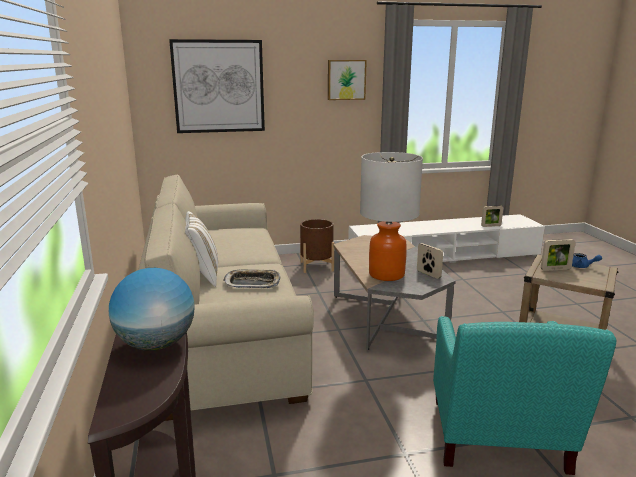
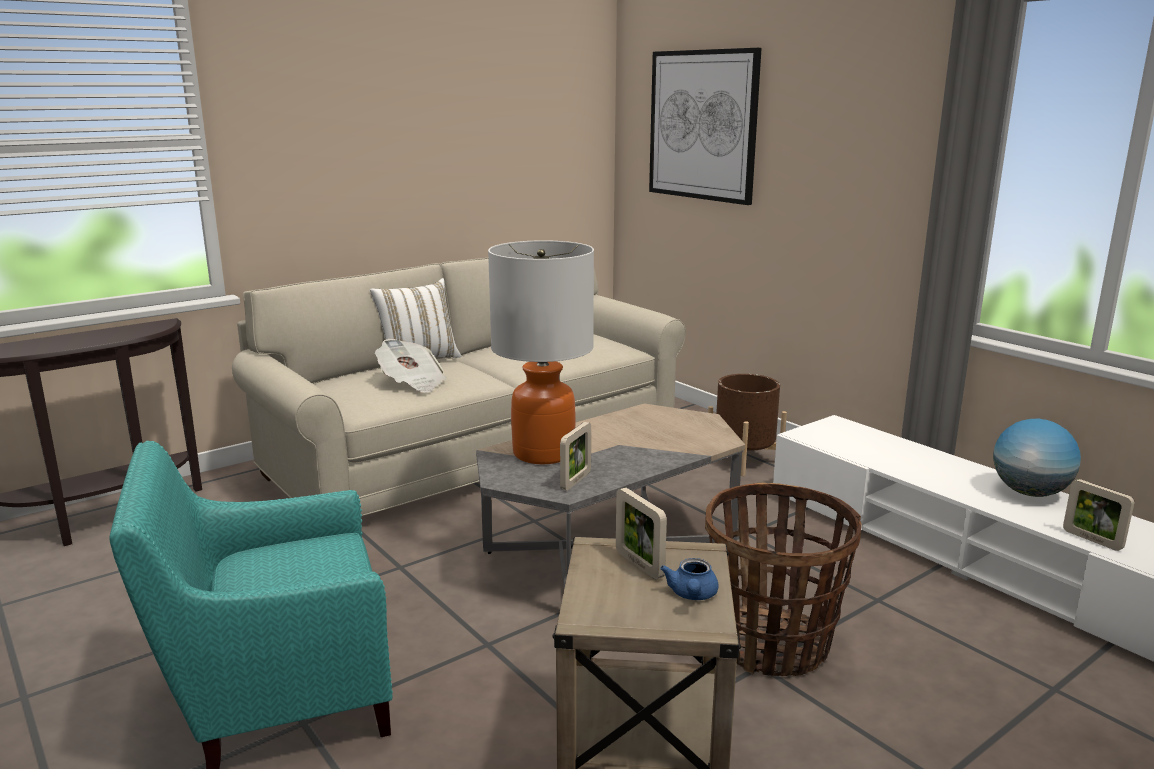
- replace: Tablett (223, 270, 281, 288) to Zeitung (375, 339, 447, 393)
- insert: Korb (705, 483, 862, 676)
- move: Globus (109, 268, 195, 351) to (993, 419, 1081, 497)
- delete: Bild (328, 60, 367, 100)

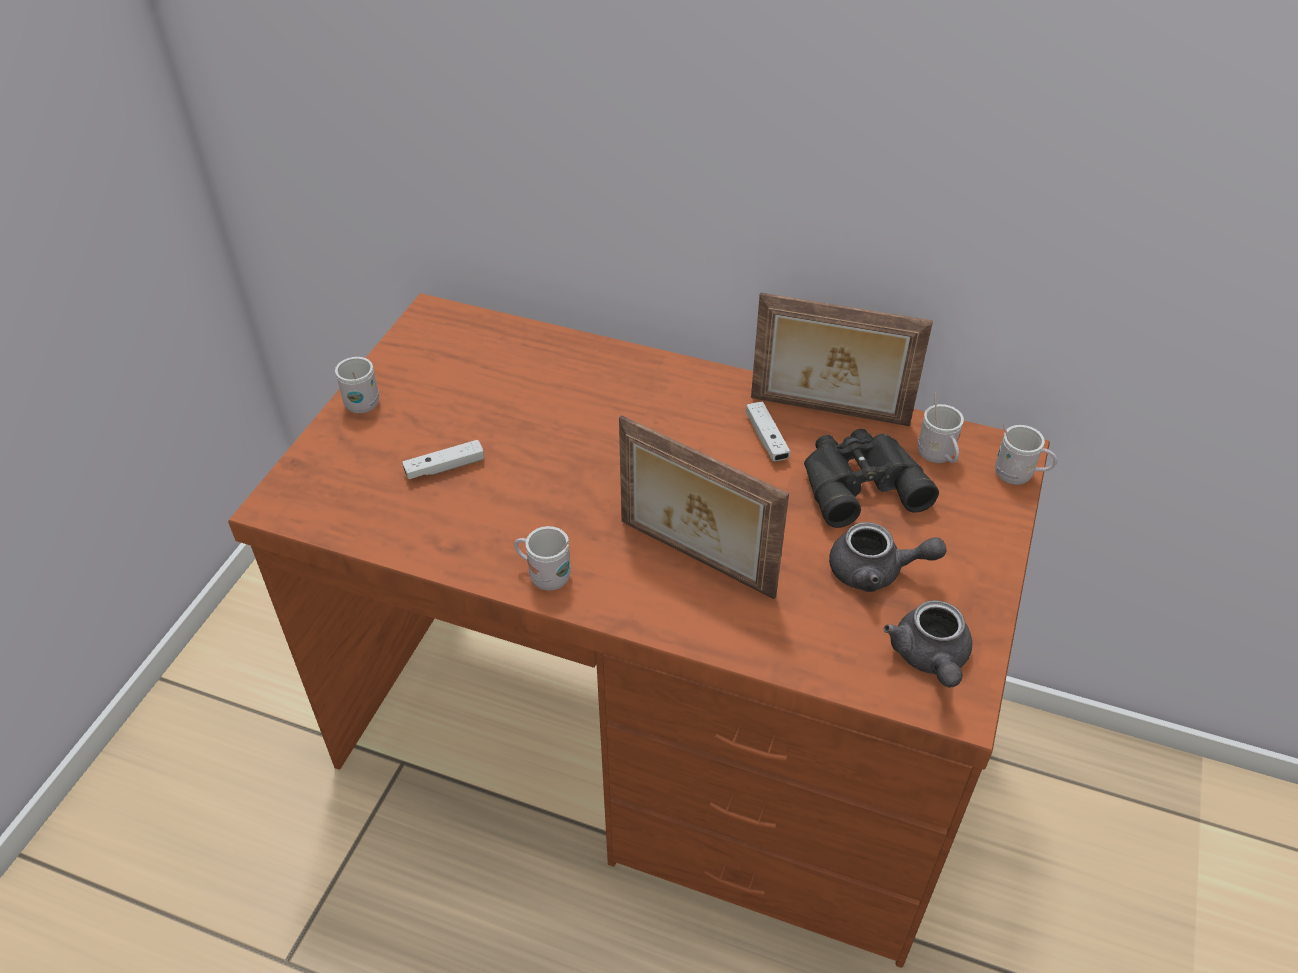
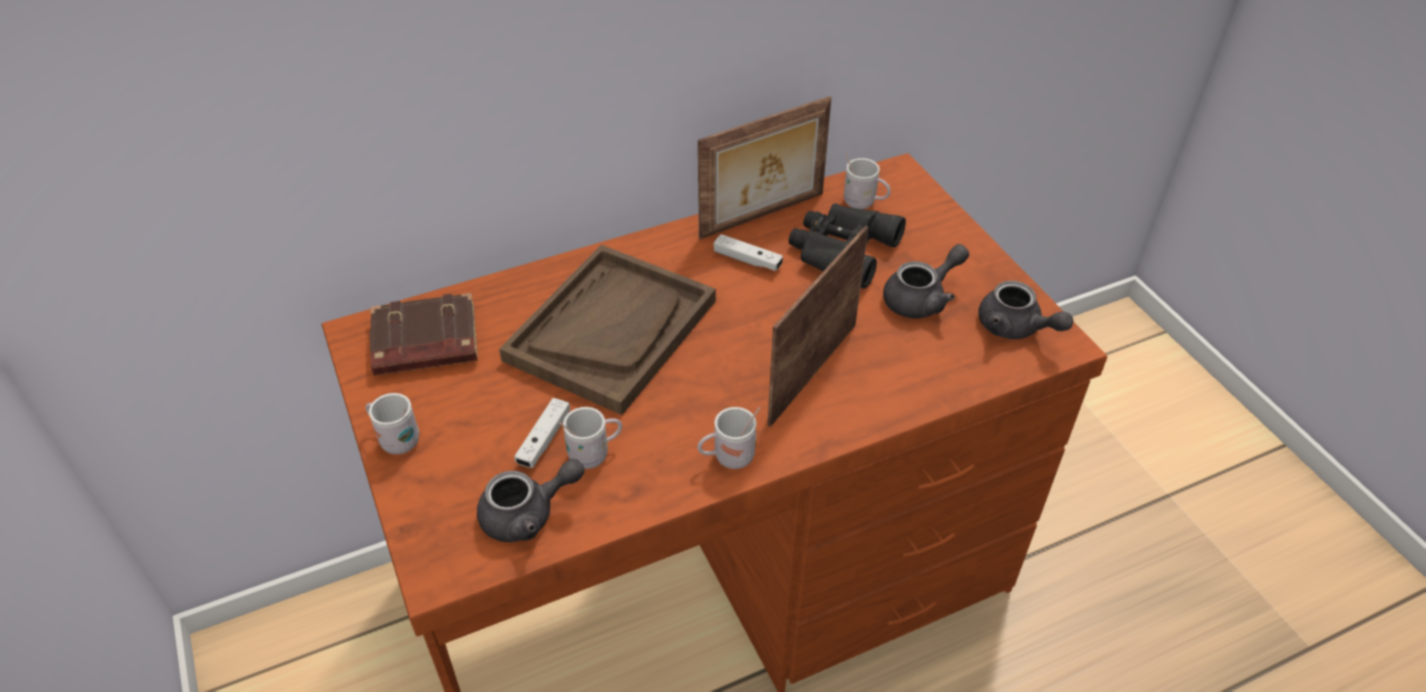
- insert: Buch [braun] (369, 293, 478, 375)
- insert: Teekanne [grau] (477, 459, 584, 542)
- insert: Tablett [braun] (499, 245, 716, 415)
- move: Henkelbecher [weiß] (995, 423, 1058, 485) to (559, 407, 622, 469)
- rotate: Bilderrahmen (619, 415, 789, 599) = (767, 226, 868, 427) 135 degrees clockwise

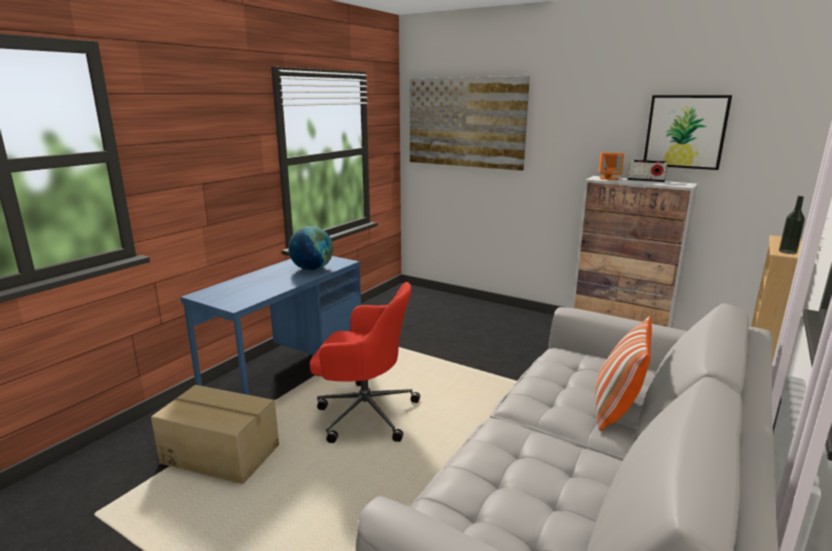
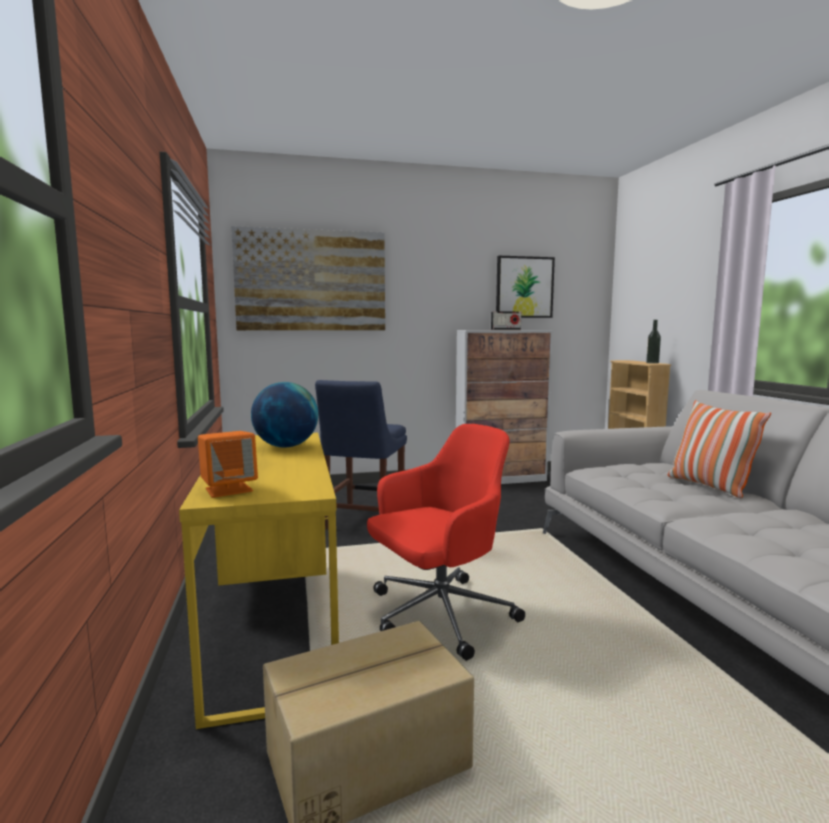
- recolor: Schreibtisch [blau] (180, 256, 361, 395) to Schreibtisch [gelb] (179, 433, 339, 729)
- move: Lautsprecher [orange] (599, 153, 624, 180) to (198, 431, 258, 498)
- insert: Stuhl [blau] (315, 380, 407, 529)

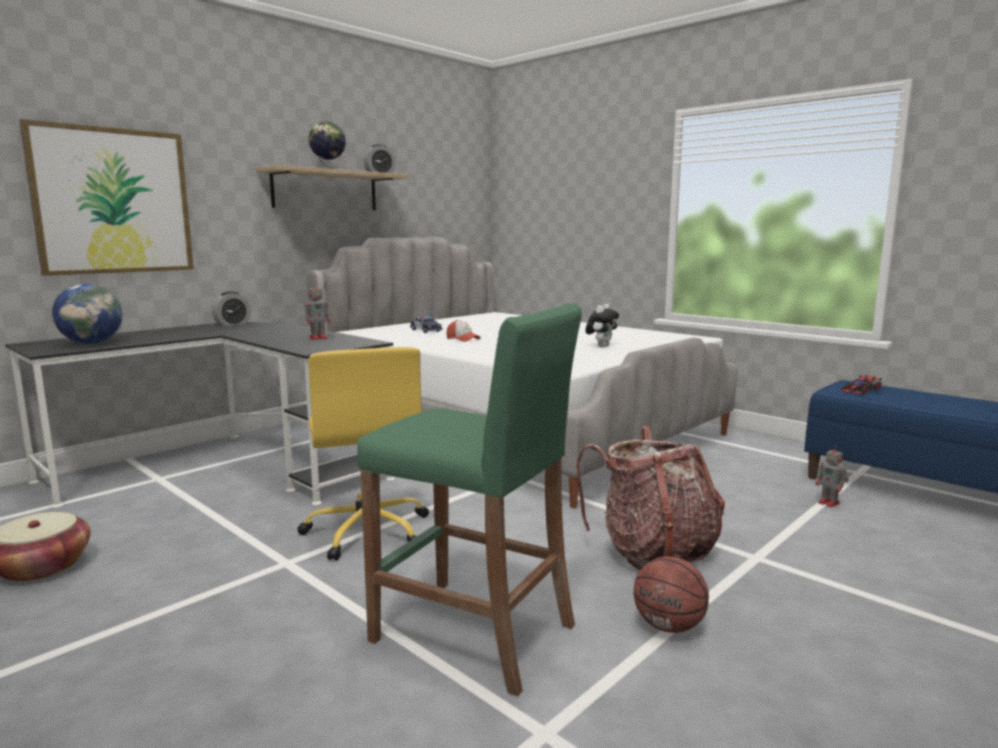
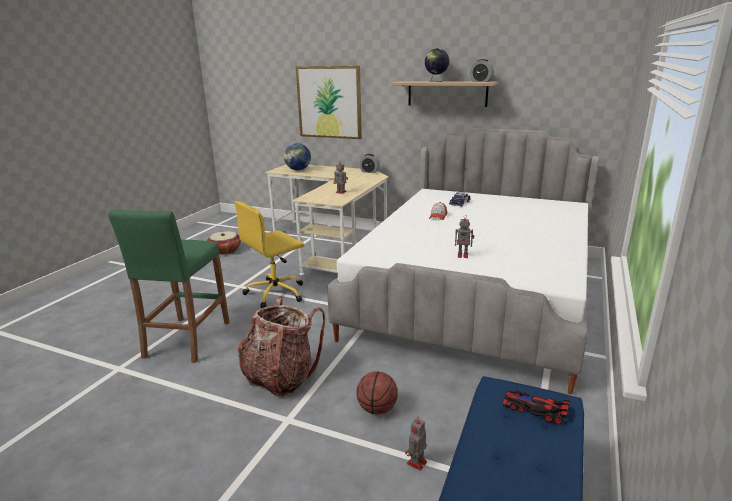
- recolor: Schreibtisch [schwarz] (5, 322, 395, 508) to Schreibtisch [beige] (266, 165, 388, 275)
- move: Basketball (634, 556, 709, 633) to (357, 371, 398, 415)
- replace: Plüschtier (585, 304, 619, 347) to Spielzeugroboter (455, 215, 474, 258)

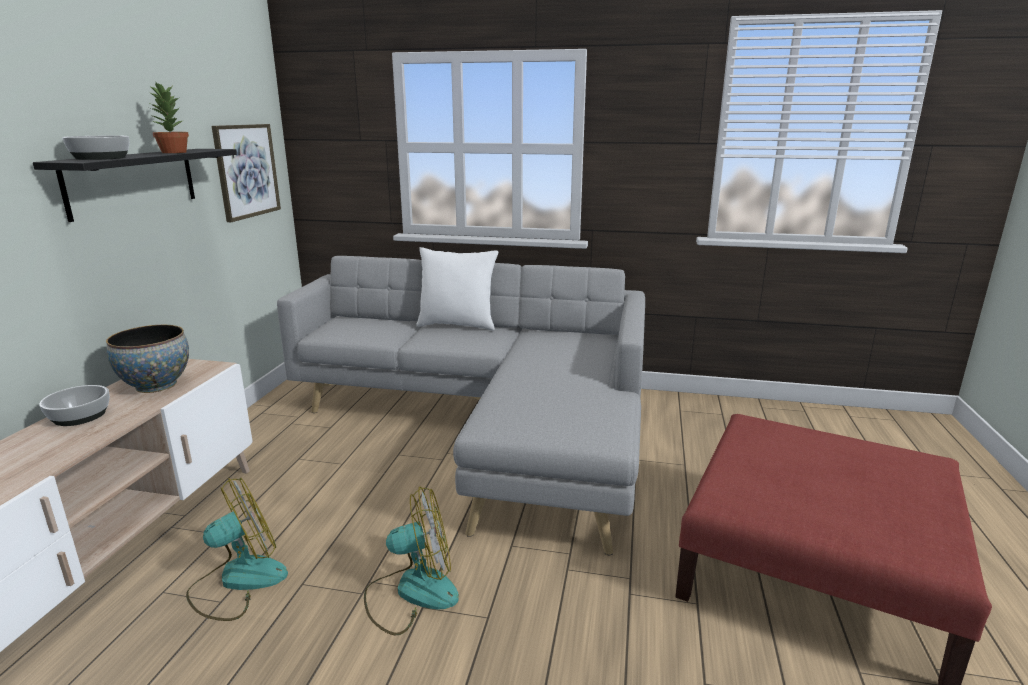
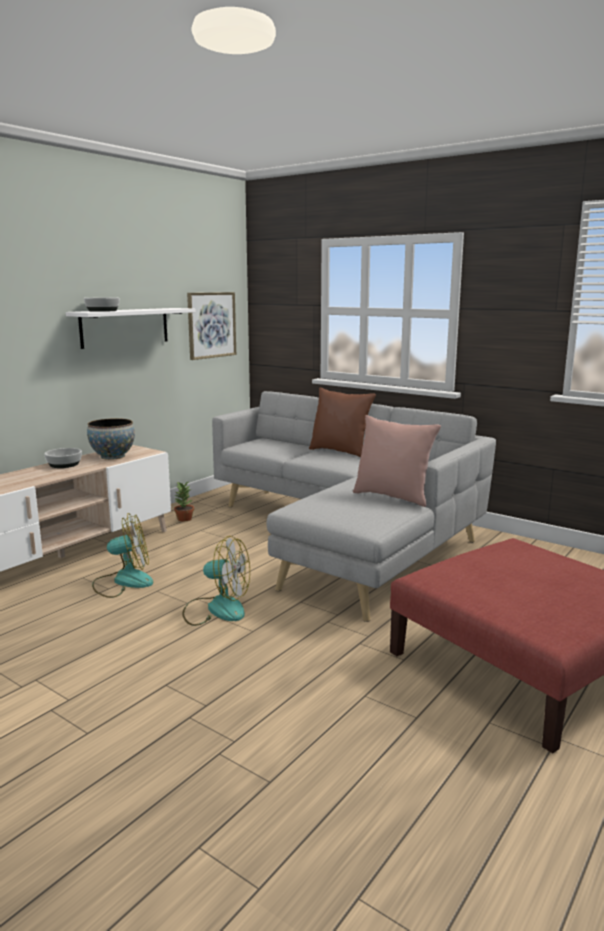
- recolor: Wandregal [schwarz] (33, 149, 237, 222) to Wandregal [weiß] (66, 308, 195, 349)
- move: Topfpflanze (149, 81, 189, 153) to (174, 482, 194, 521)
- recolor: Kissen [weiß] (416, 247, 498, 331) to Kissen [braun] (309, 388, 376, 457)
- insert: Kissen [rosa] (353, 415, 441, 507)

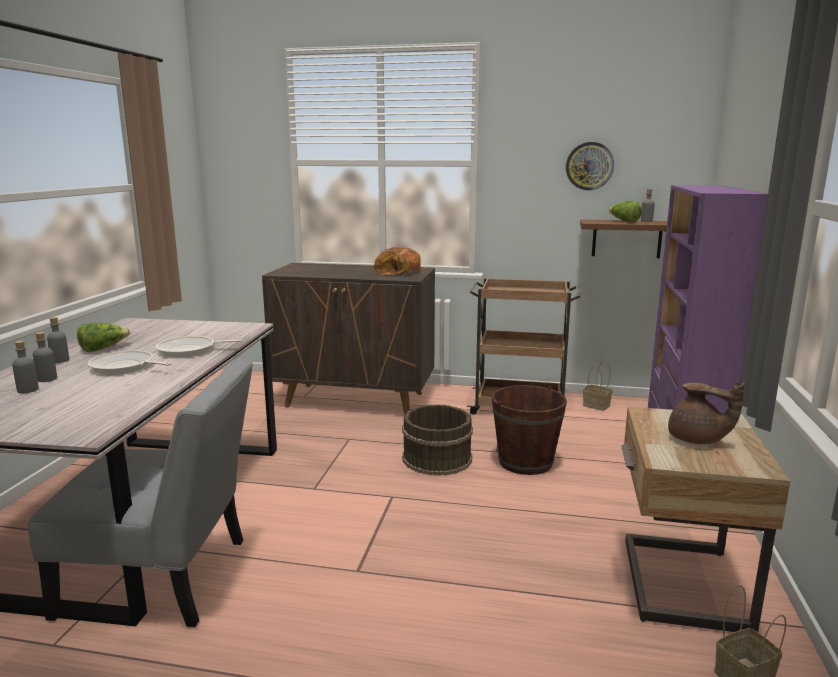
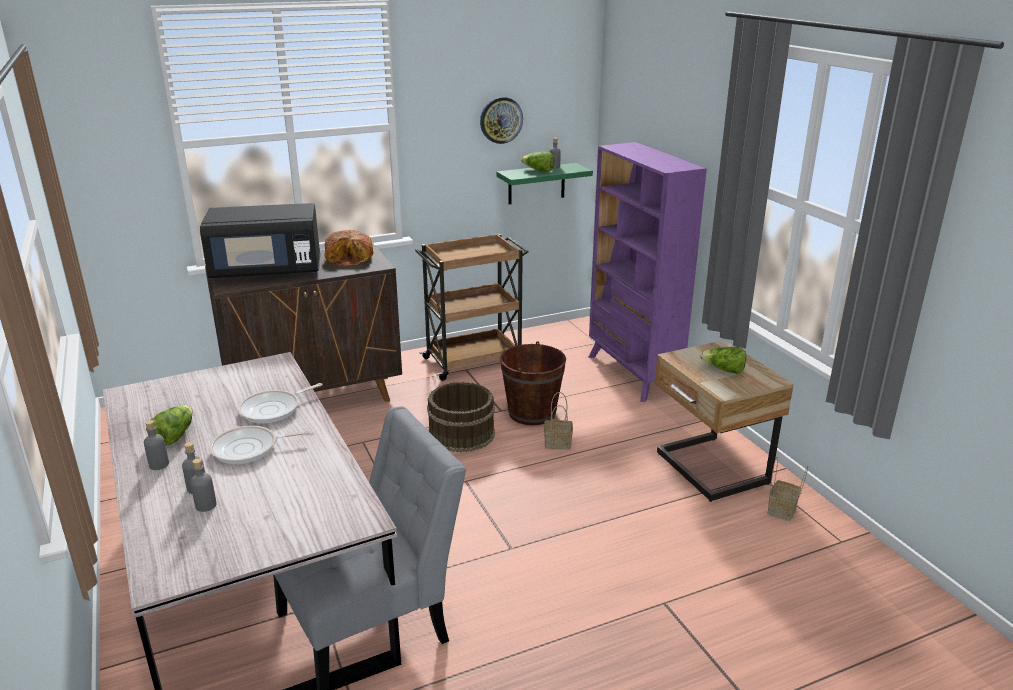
- insert: Mikrowelle [schwarz] (200, 203, 320, 278)
- recolor: Wandregal [braun] (580, 219, 667, 258) to Wandregal [grün] (497, 163, 593, 204)
- move: Korb (583, 361, 613, 411) to (544, 392, 573, 449)
- replace: Teekanne [braun] (668, 382, 745, 445) to Salatkopf (700, 347, 746, 374)

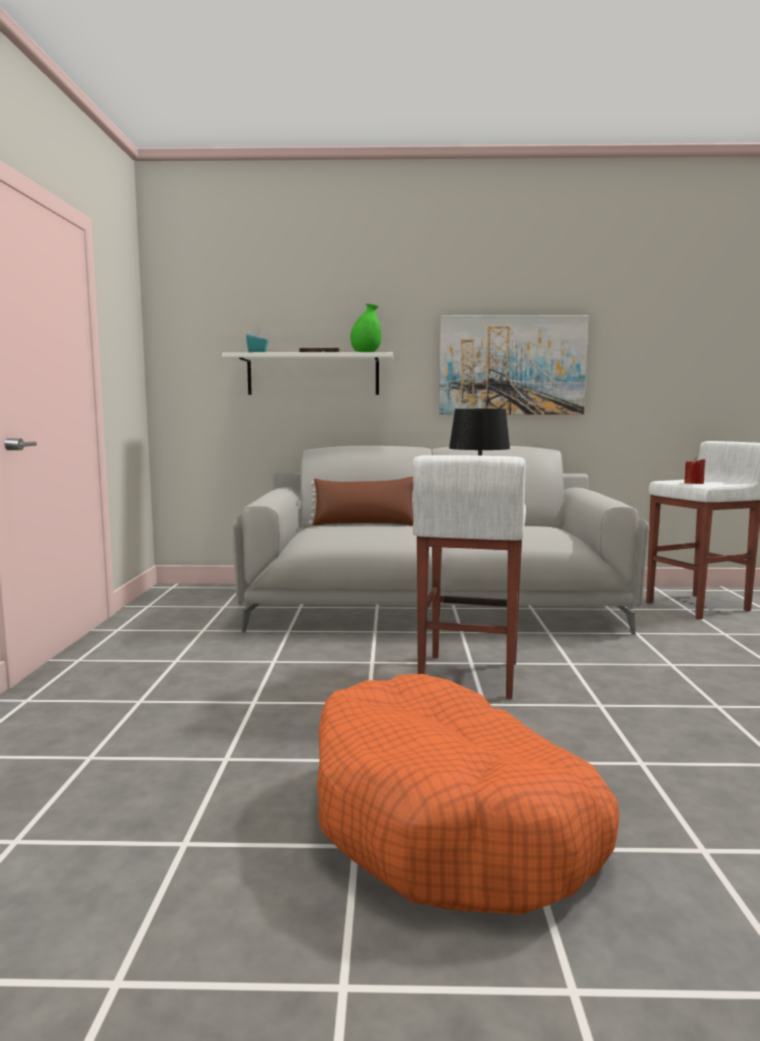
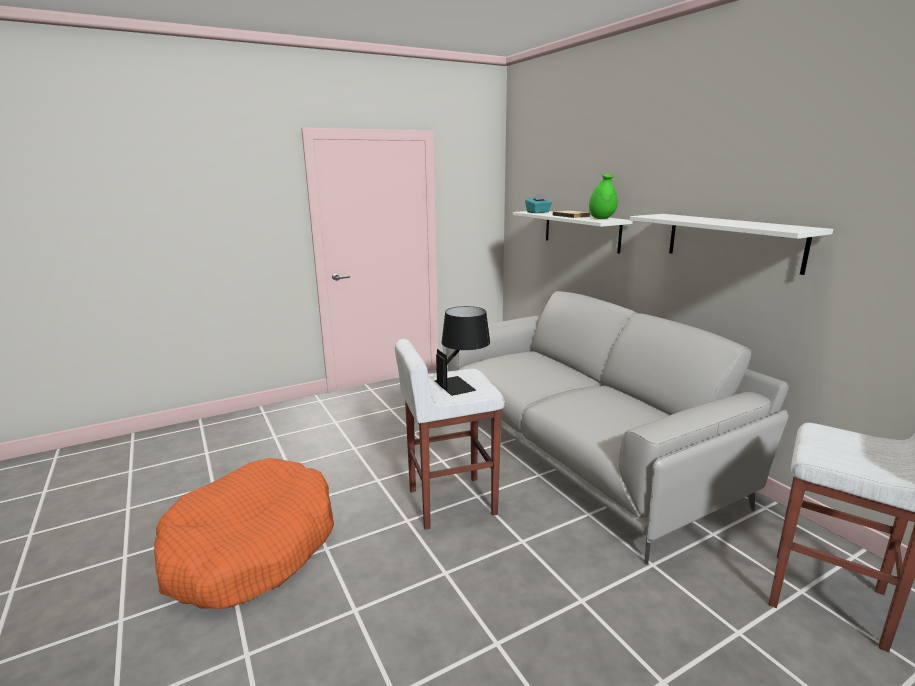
- replace: Bild (439, 315, 588, 414) to Wandregal [weiß] (630, 214, 833, 275)
- delete: Kissen [braun] (309, 476, 413, 526)
- delete: Kerze [rot] (684, 457, 706, 484)

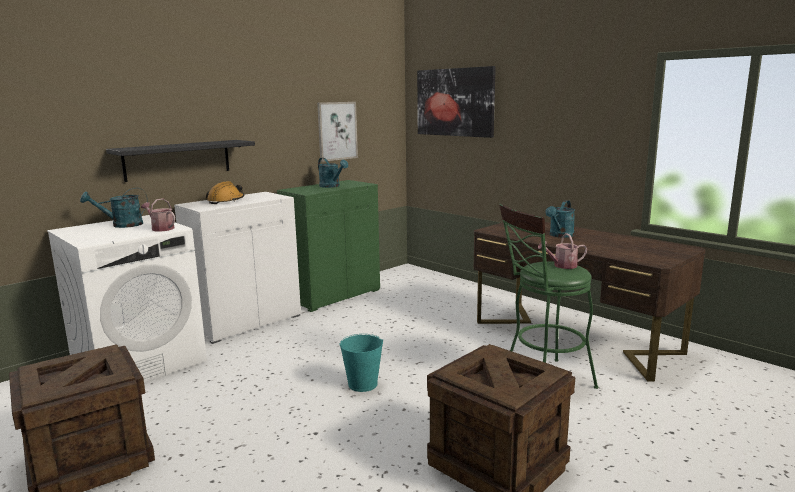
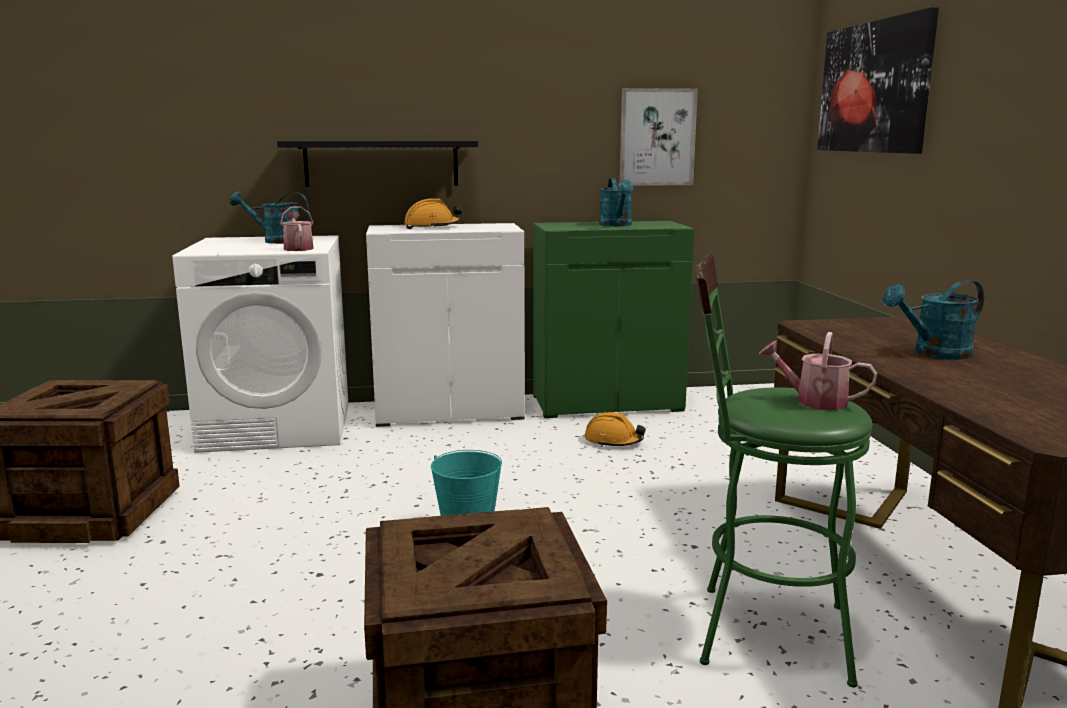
- insert: Schutzhelm [orange] (584, 412, 646, 447)

